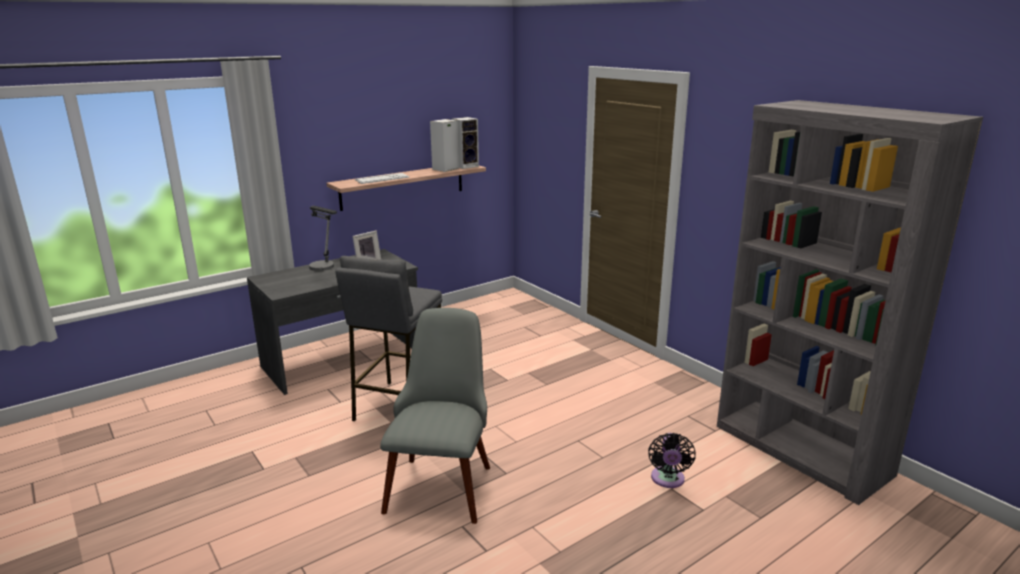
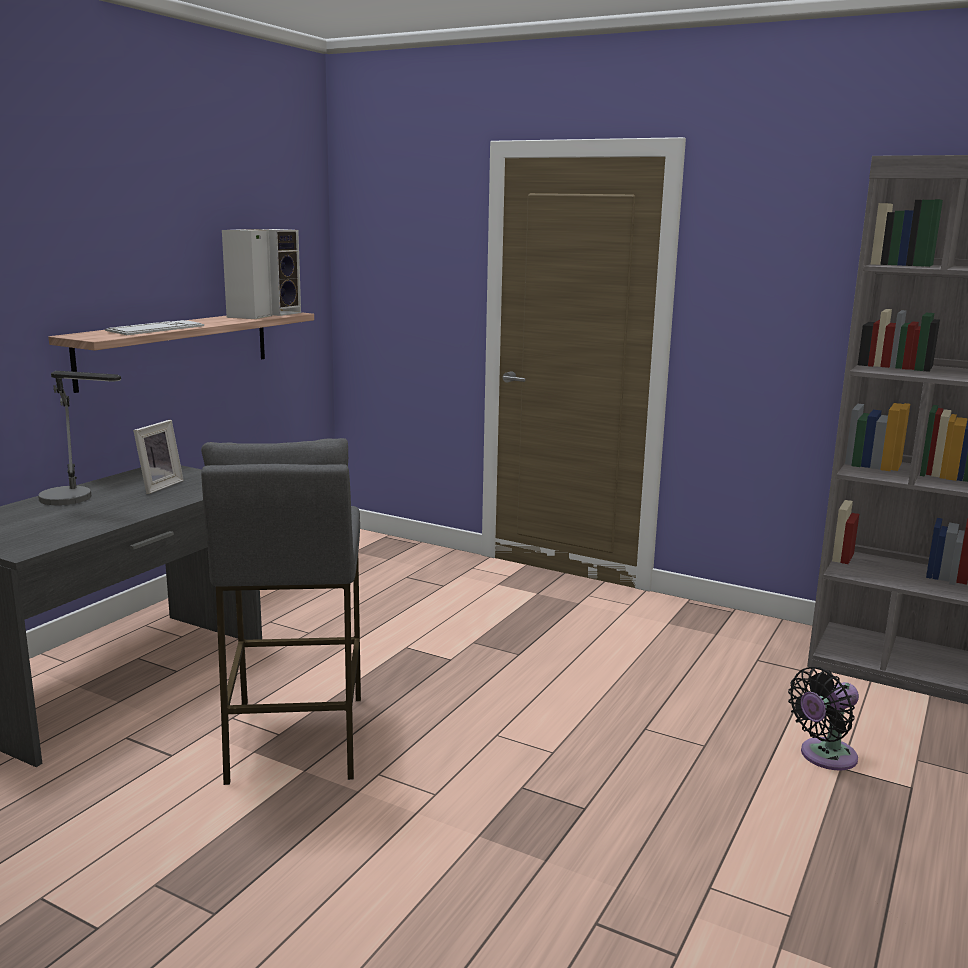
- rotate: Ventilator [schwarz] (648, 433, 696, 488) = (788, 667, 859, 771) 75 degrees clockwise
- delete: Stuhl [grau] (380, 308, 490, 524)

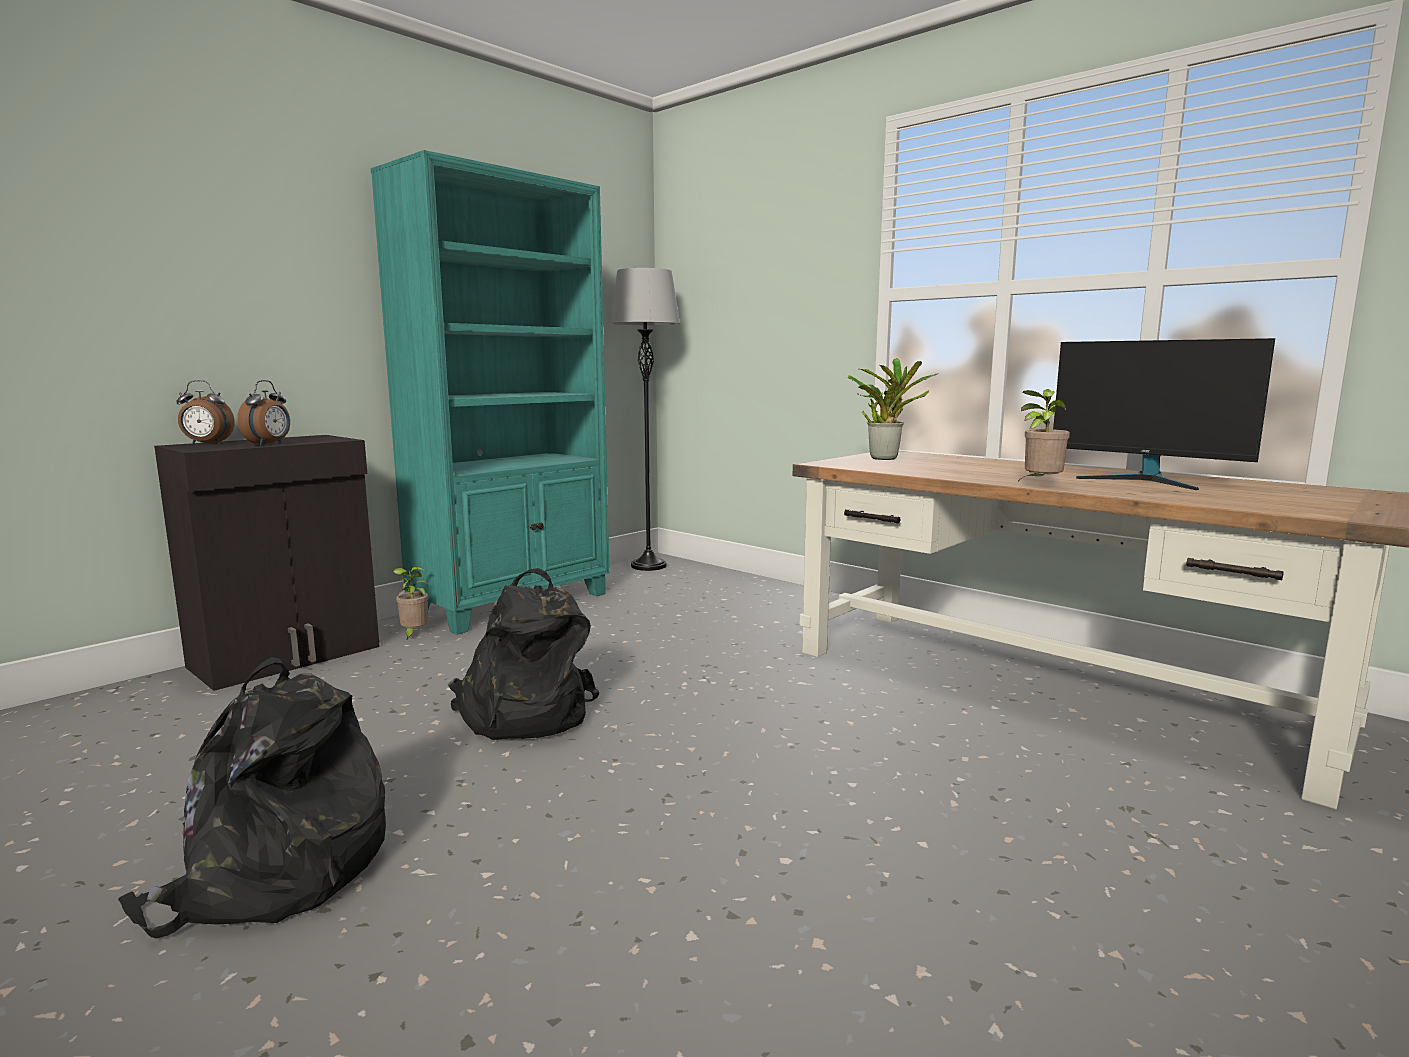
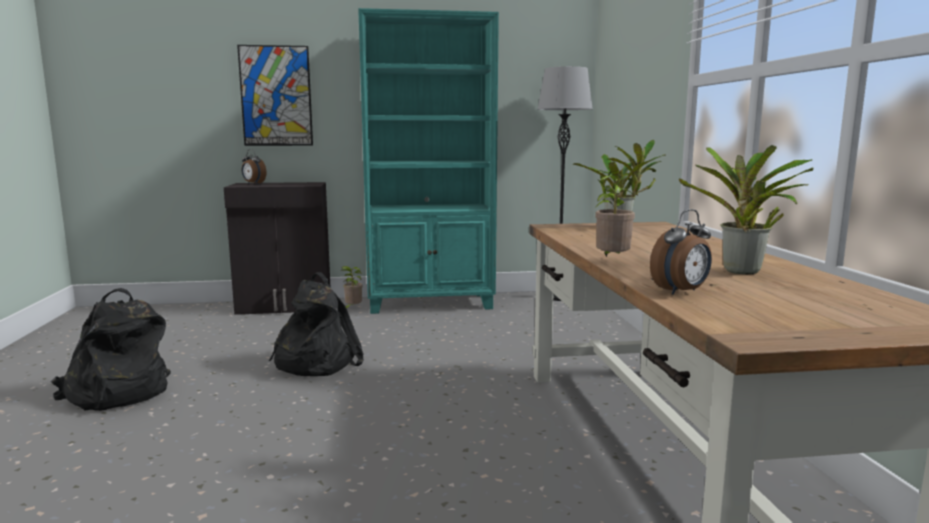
- insert: Bild (237, 45, 313, 146)
- move: Wecker (237, 380, 290, 446) to (650, 209, 712, 295)
- replace: Monitor (1053, 338, 1275, 490) to Topfpflanze (679, 145, 814, 274)

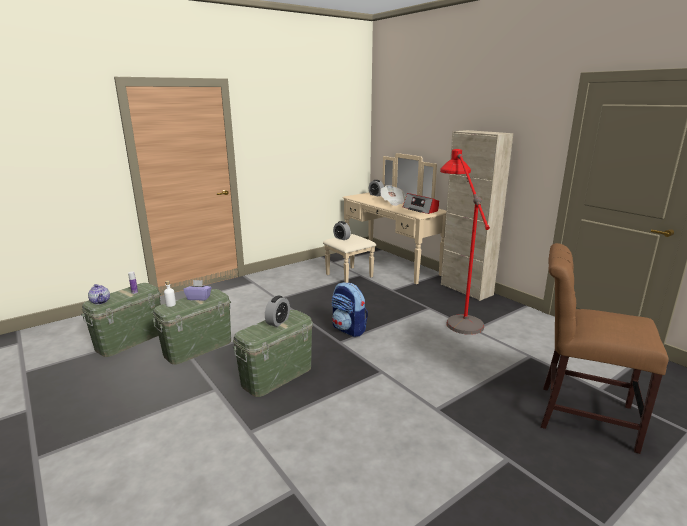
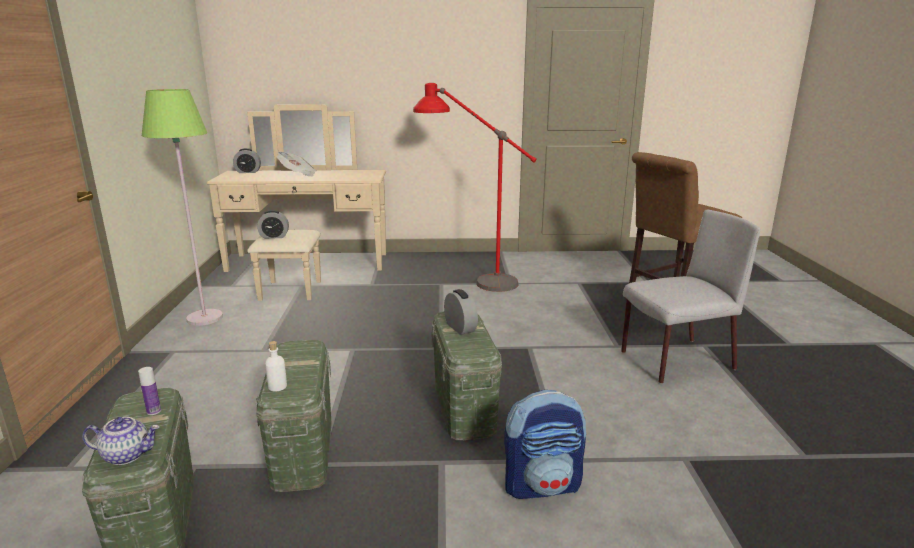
- insert: Stehlampe [grün] (142, 89, 223, 326)
- move: Rucksack (331, 282, 368, 337) to (504, 390, 586, 499)
- insert: Stuhl [grau] (621, 210, 760, 384)
- delete: Taschentuchbox [lila] (183, 280, 212, 300)
- delete: Radio (403, 193, 439, 214)
- delete: Schrank [beige] (441, 130, 513, 301)

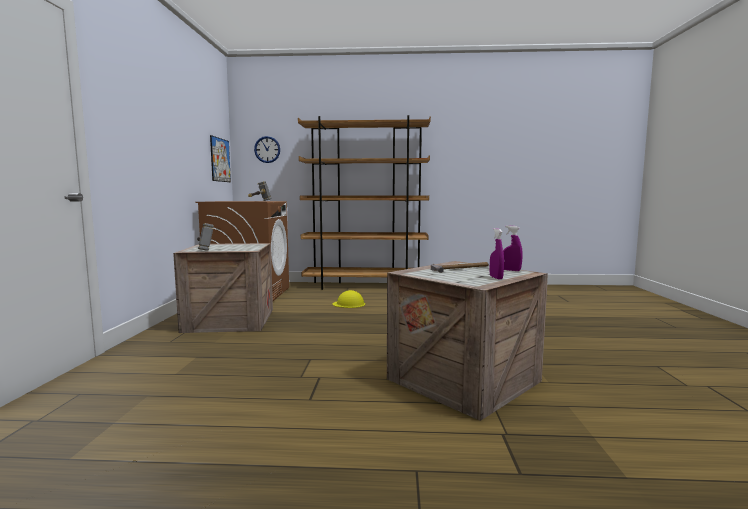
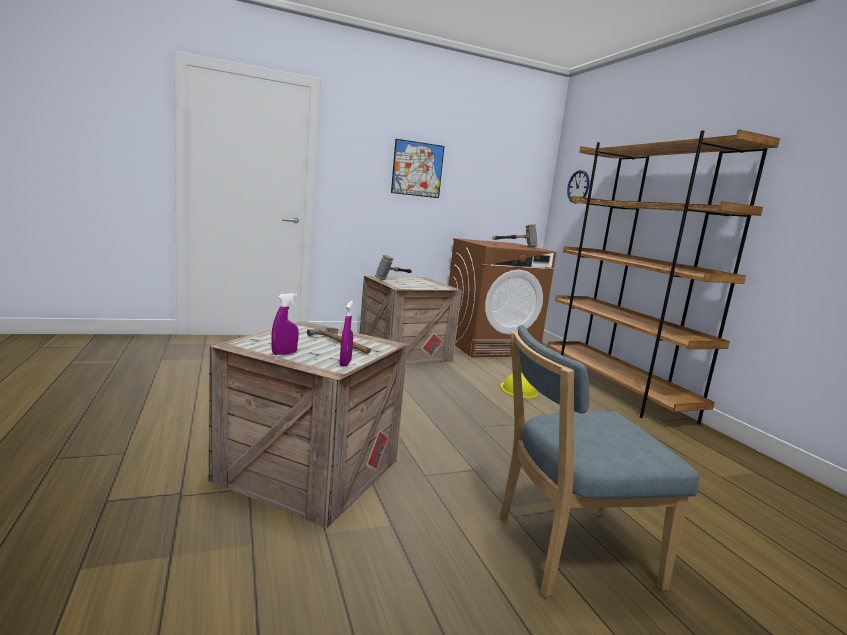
- move: Bild (210, 135, 231, 182) to (391, 139, 444, 198)
- insert: Stuhl [blau] (500, 325, 699, 598)

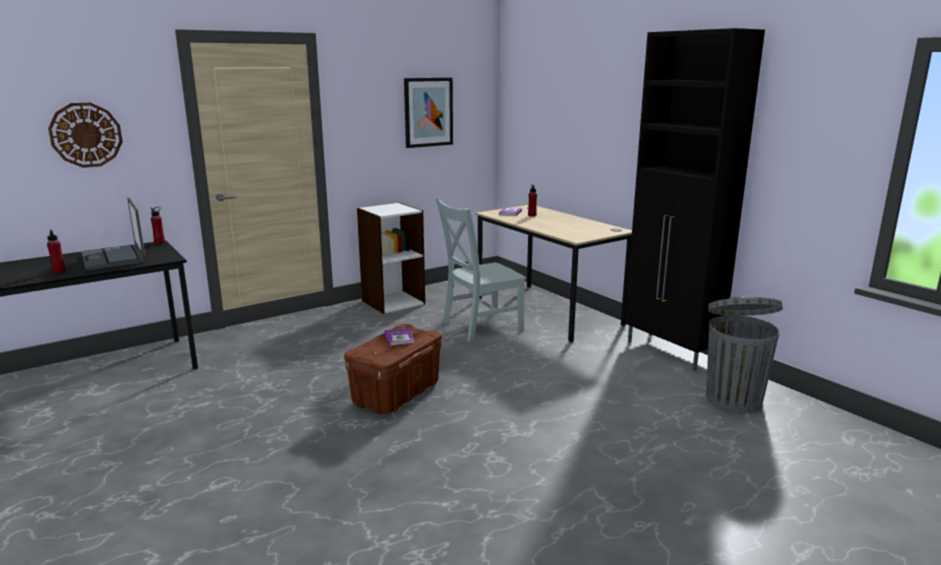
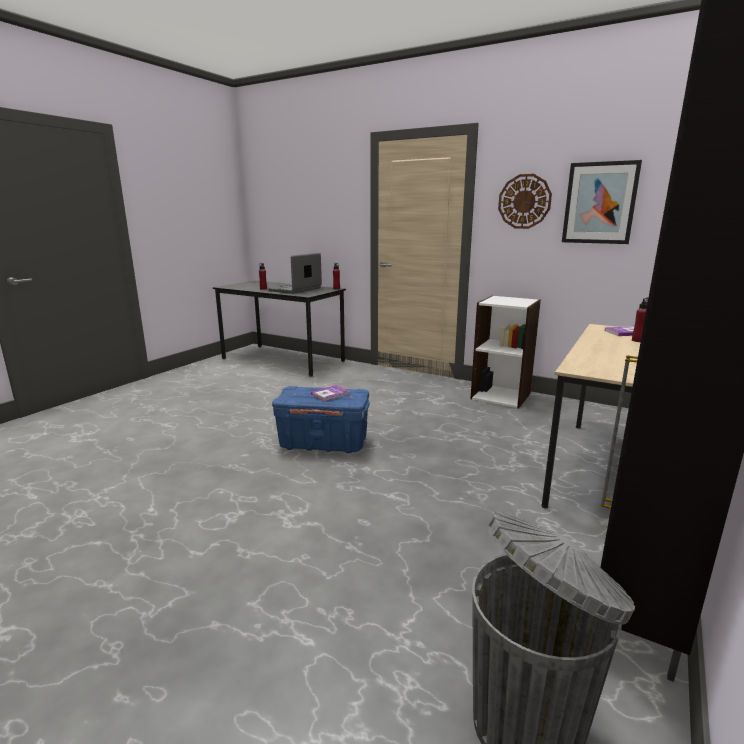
- recolor: Aufbewahrungsbox [braun] (344, 324, 442, 414) to Aufbewahrungsbox [blau] (272, 386, 369, 453)
- move: Wanduhr (48, 103, 123, 168) to (498, 174, 552, 229)
- delete: Stuhl [grau] (435, 197, 526, 342)

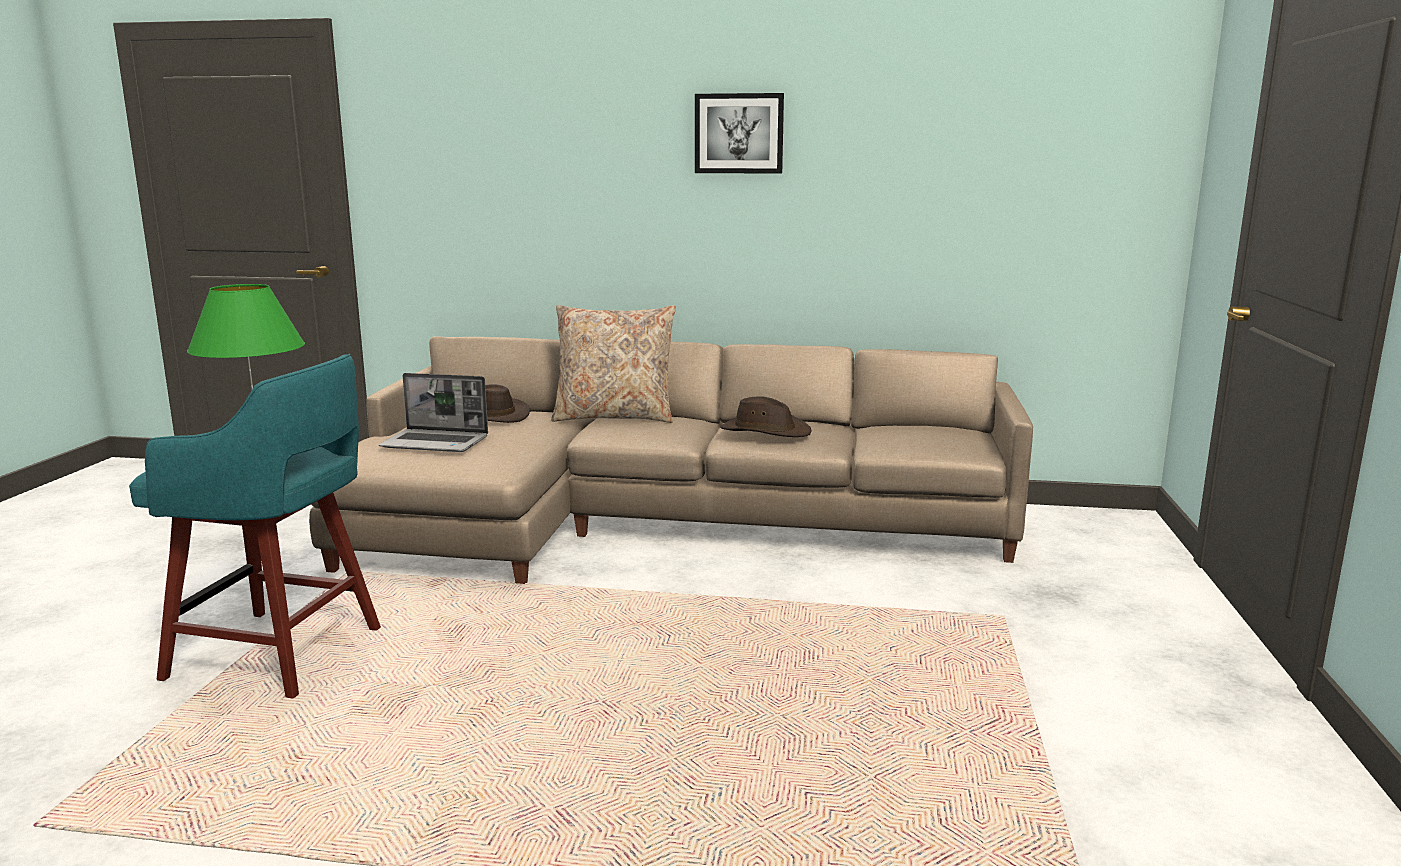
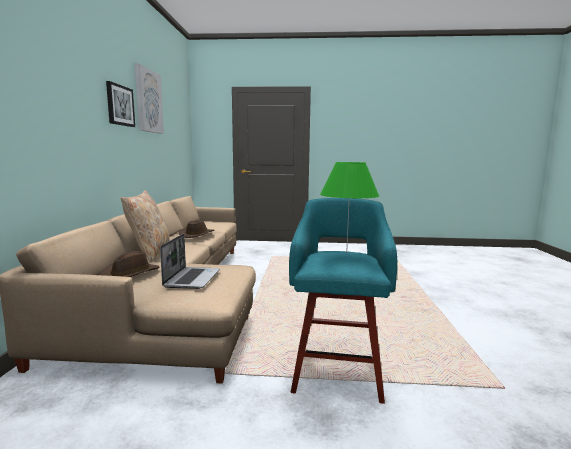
- insert: Bild (134, 63, 164, 134)

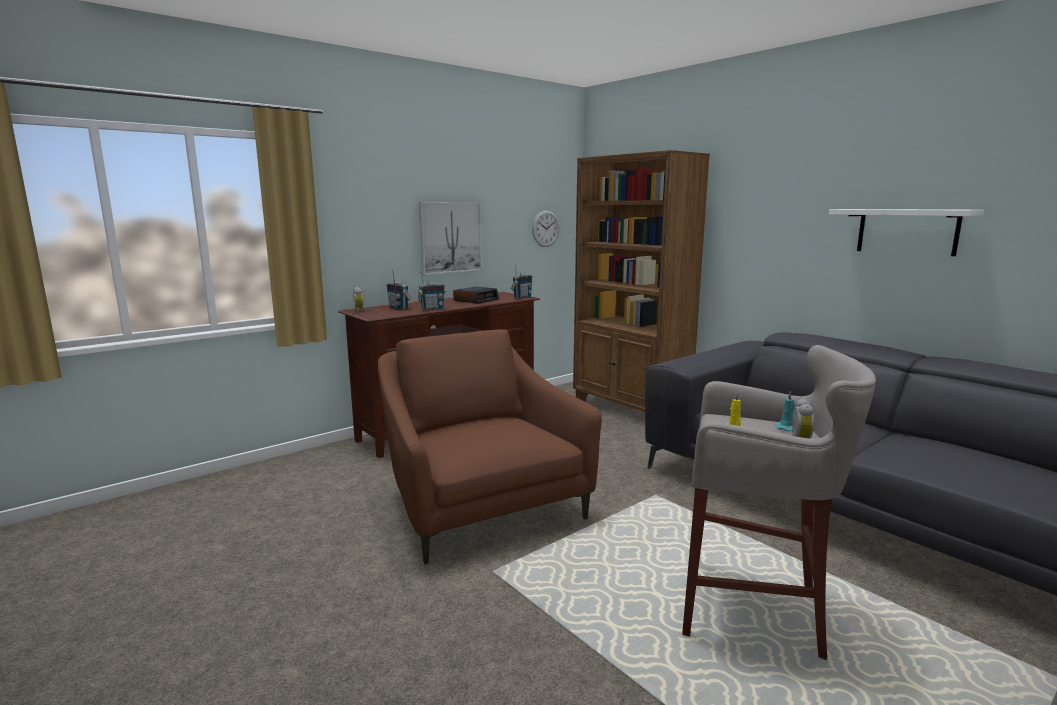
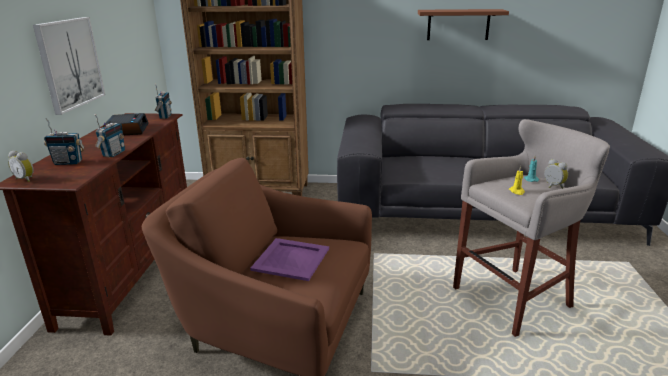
- insert: Tablett [lila] (250, 238, 329, 281)
- recolor: Wandregal [weiß] (829, 209, 985, 256) to Wandregal [braun] (418, 9, 509, 40)
- delete: Wanduhr (532, 210, 560, 247)

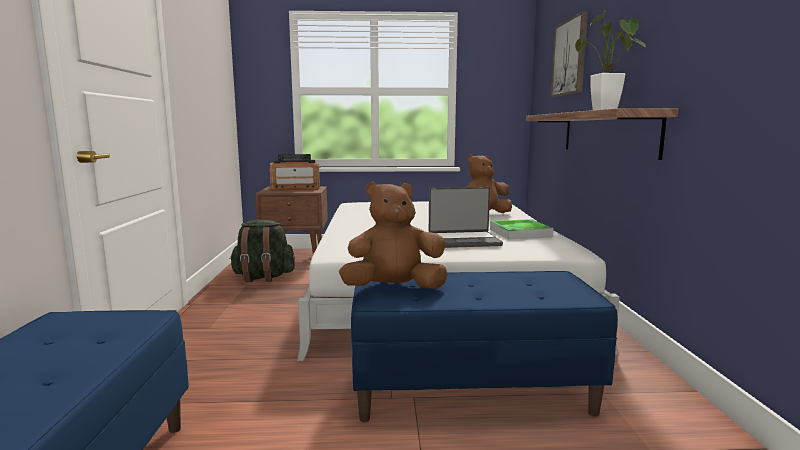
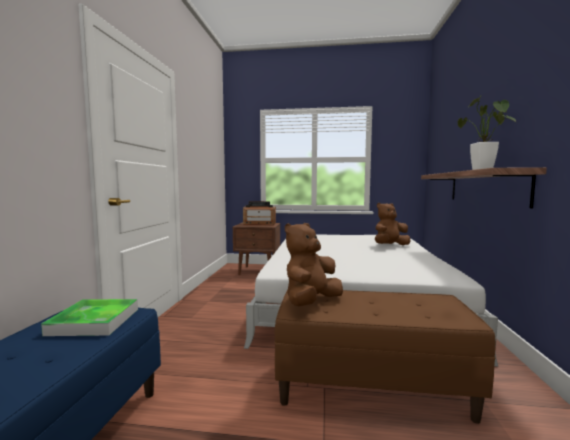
- move: Tablett (490, 219, 553, 240) to (41, 299, 138, 336)
- recolor: Bank [blau] (351, 271, 618, 422) to Bank [braun] (275, 289, 496, 424)
- rotate: Plüschtier [braun] (339, 182, 448, 289) = (285, 223, 343, 306) 45 degrees counterclockwise
- delete: Rucksack [grün] (230, 220, 295, 282)
- delete: Laptop (429, 187, 503, 248)
- delete: Bild (550, 11, 588, 97)

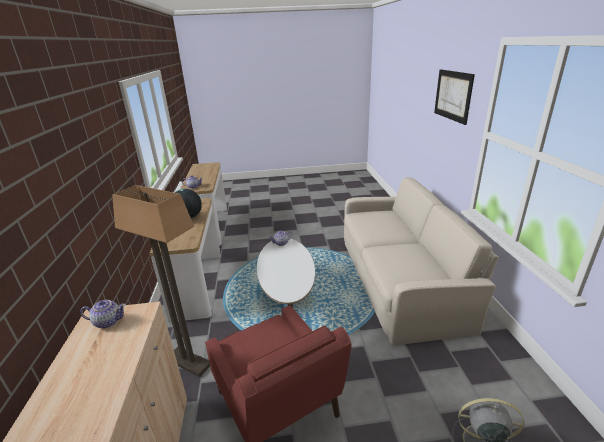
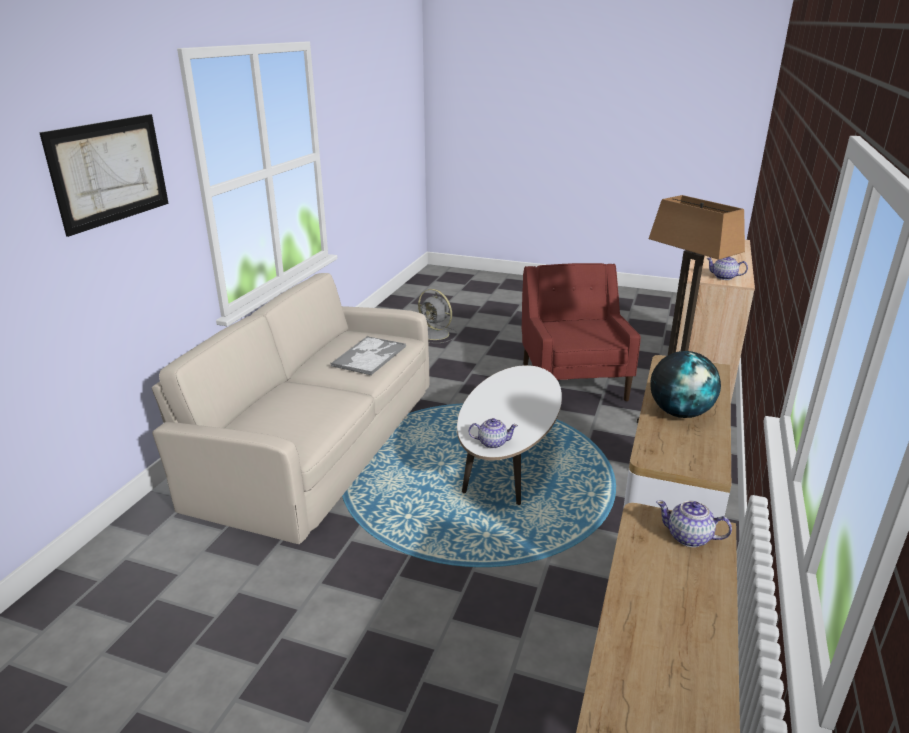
- insert: Tablett (330, 336, 406, 375)

